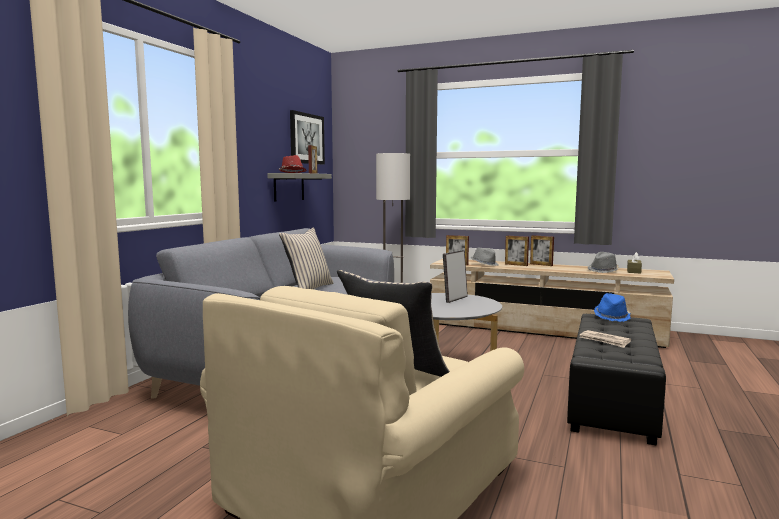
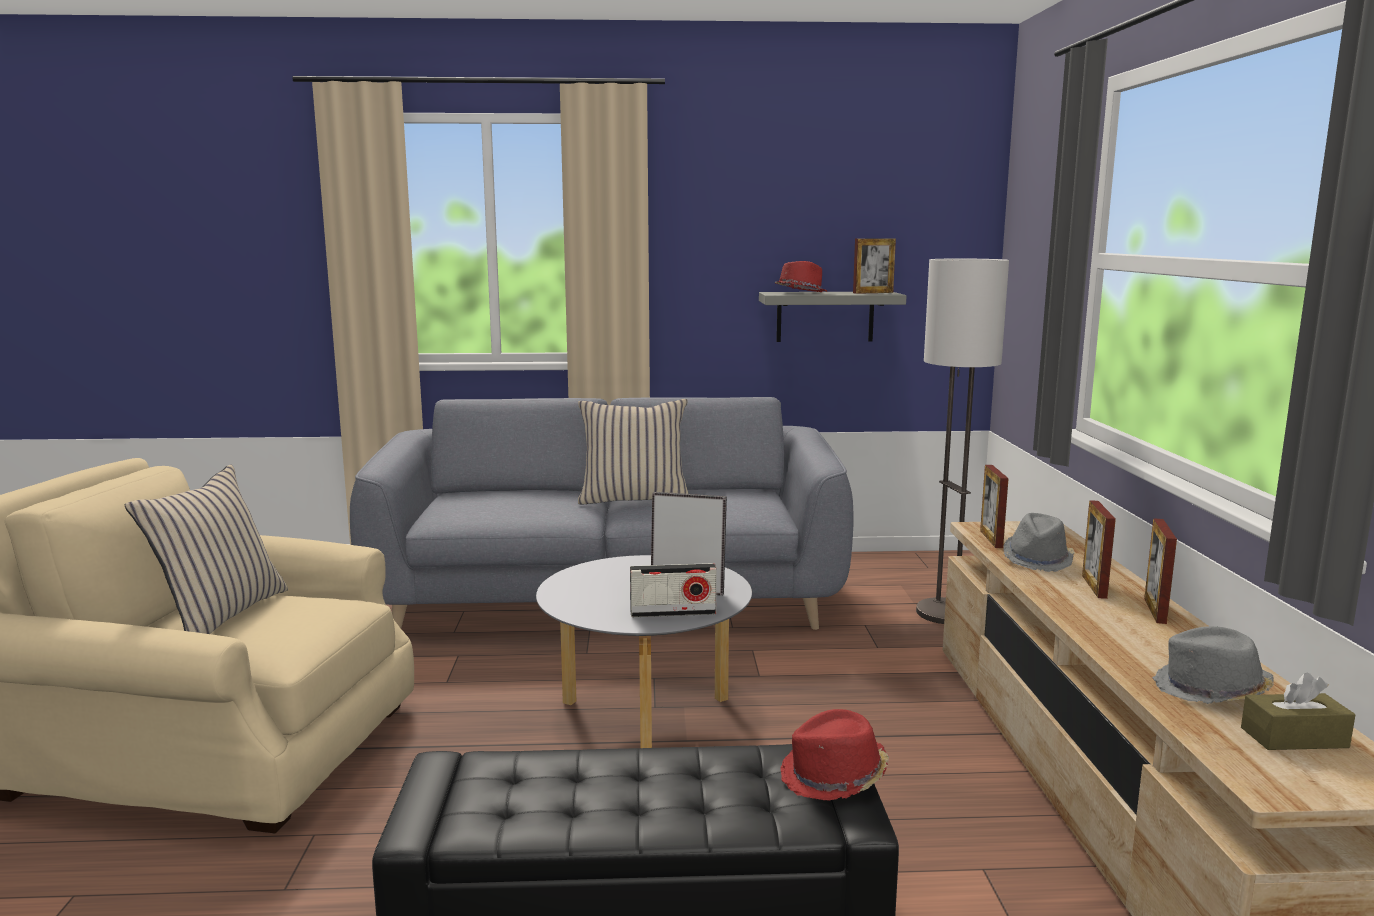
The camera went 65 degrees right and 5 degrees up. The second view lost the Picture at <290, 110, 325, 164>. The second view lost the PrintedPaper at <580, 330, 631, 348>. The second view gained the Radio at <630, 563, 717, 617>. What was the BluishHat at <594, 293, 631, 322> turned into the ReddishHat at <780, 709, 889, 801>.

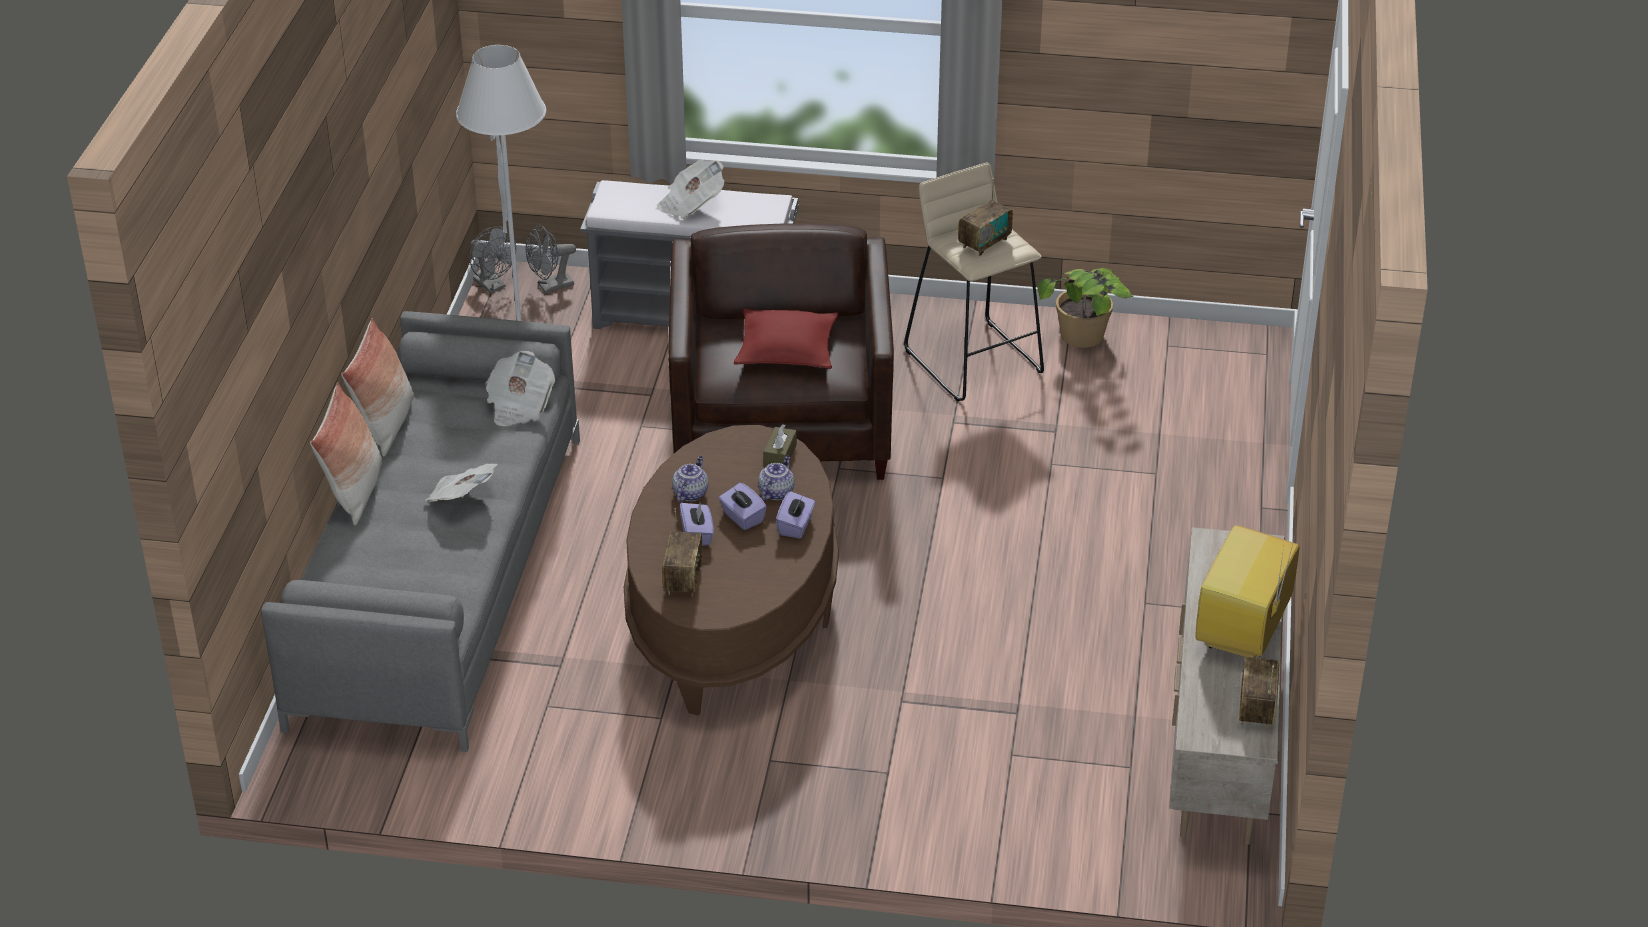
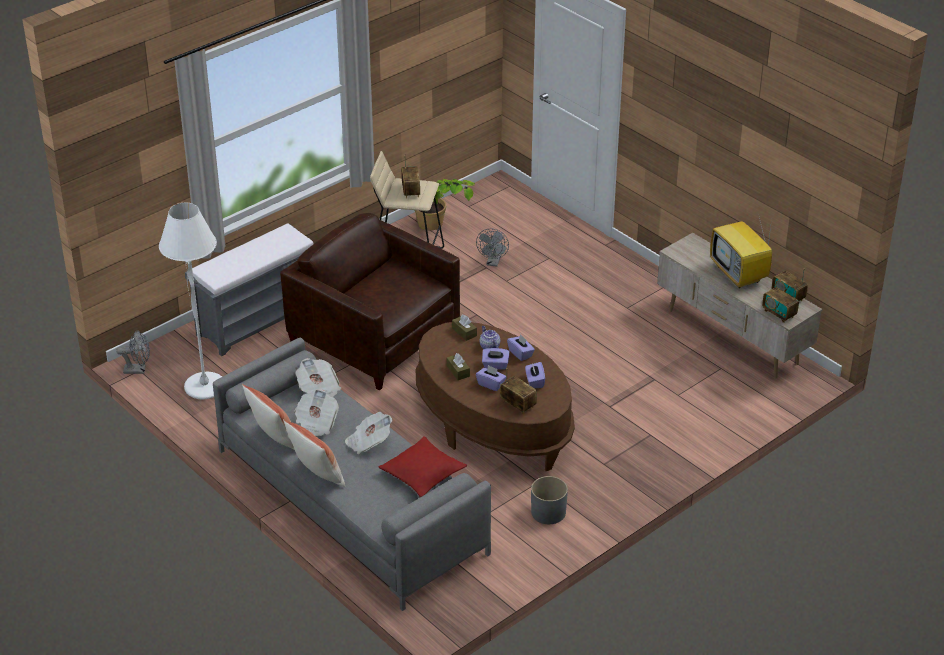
The camera went 50 degrees left and 0 degrees up. The second view gained the PurplishTissueBox at <525, 362, 545, 388>. The second view gained the GreyFlowerPot at <531, 476, 568, 524>. The second view gained the Radio at <762, 285, 799, 323>. The GreyCoolingFan ended up elsewhere, having gone from <526, 225, 576, 293> to <476, 229, 509, 267>. The PrintedPaper ended up elsewhere, having gone from <657, 159, 724, 219> to <295, 389, 339, 436>. The ReddishPillow ended up elsewhere, having gone from <734, 308, 838, 369> to <378, 436, 467, 497>. Where the TeaPot stood at <672, 456, 708, 502>, the BrownishTissueBox came to stand at <447, 353, 470, 380>.

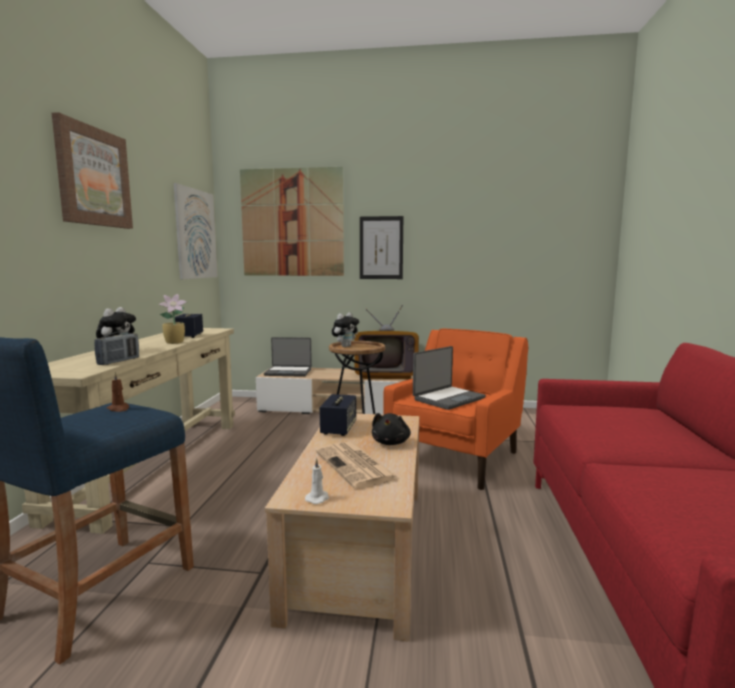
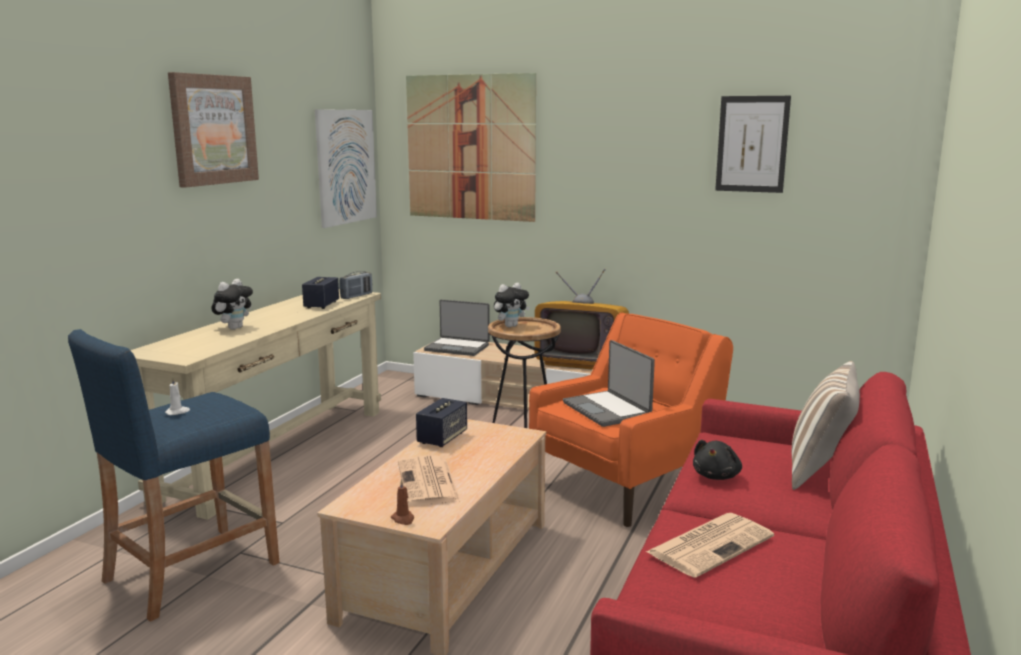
The camera went 15 degrees right and 5 degrees up. The second view lost the Houseplant at <159, 294, 187, 344>. The second view gained the PrintedPaper at <646, 513, 774, 578>. The second view gained the Pillow at <792, 361, 860, 490>. The Radio ended up elsewhere, having gone from <95, 332, 139, 365> to <339, 271, 372, 299>. The BrownishWaxCandle ended up elsewhere, having gone from <107, 372, 129, 412> to <391, 479, 414, 525>. The WhitishWaxCandle ended up elsewhere, having gone from <305, 458, 329, 504> to <165, 377, 190, 415>. The Picture ended up elsewhere, having gone from <360, 216, 403, 279> to <715, 96, 791, 193>. The BlackColouredPlushToy ended up elsewhere, having gone from <372, 413, 411, 445> to <693, 440, 742, 480>. The NotebookComputer at <413, 346, 486, 410> ended up facing another way, 90 degrees clockwise from before.

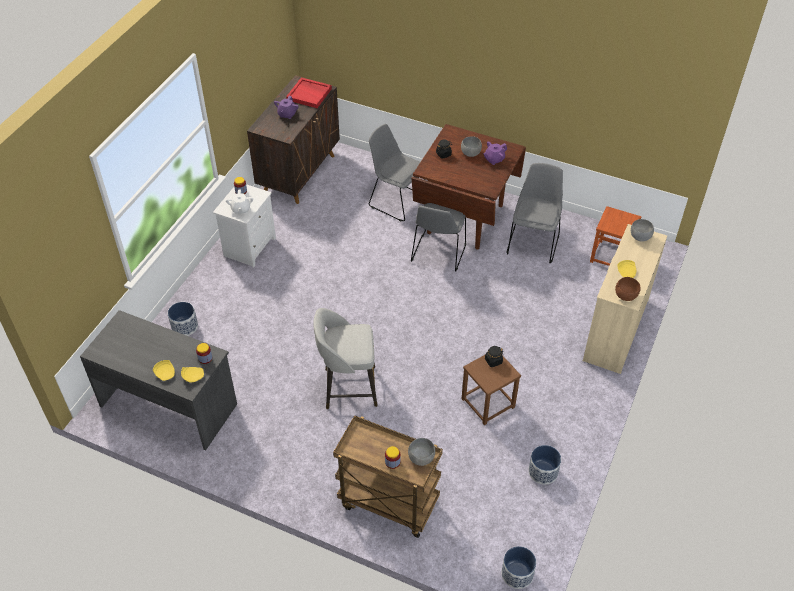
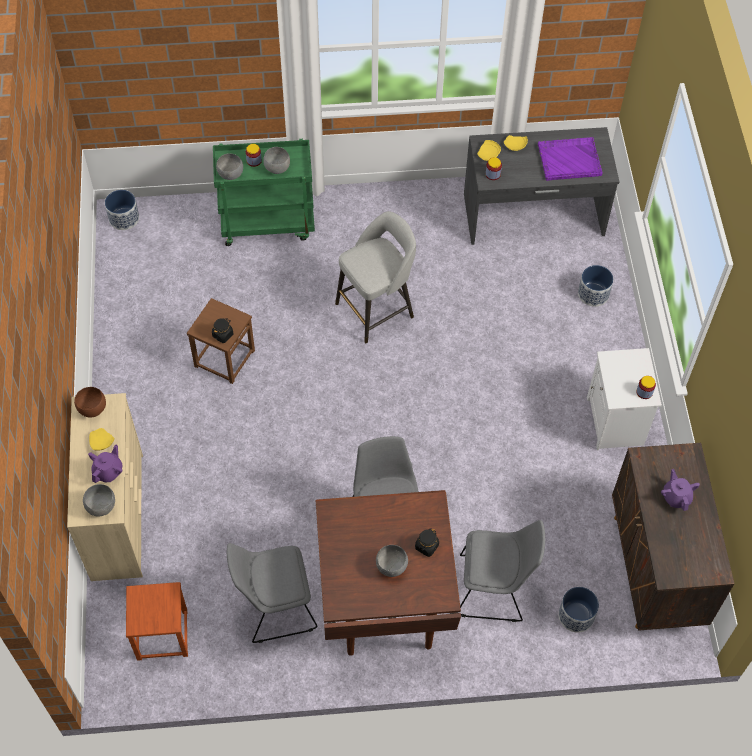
The camera went 150 degrees right and 10 degrees up. The second view lost the WhitishTeaPot at <226, 190, 253, 214>. The second view lost the ReddishTray at <286, 77, 332, 108>. The second view gained the GreyDeepDish at <263, 147, 290, 174>. The second view gained the PurplishTray at <538, 137, 603, 181>. The PurplishTeaPot ended up elsewhere, having gone from <483, 141, 507, 165> to <88, 444, 122, 483>. The FlowerPot ended up elsewhere, having gone from <528, 445, 561, 485> to <558, 587, 599, 633>. What was the BrownishWheeledCart at <333, 415, 443, 538> turned into the GreenWheeledCart at <213, 139, 315, 246>. The GreyUprightChair at <507, 163, 563, 263> ended up facing another way, 90 degrees clockwise from before.

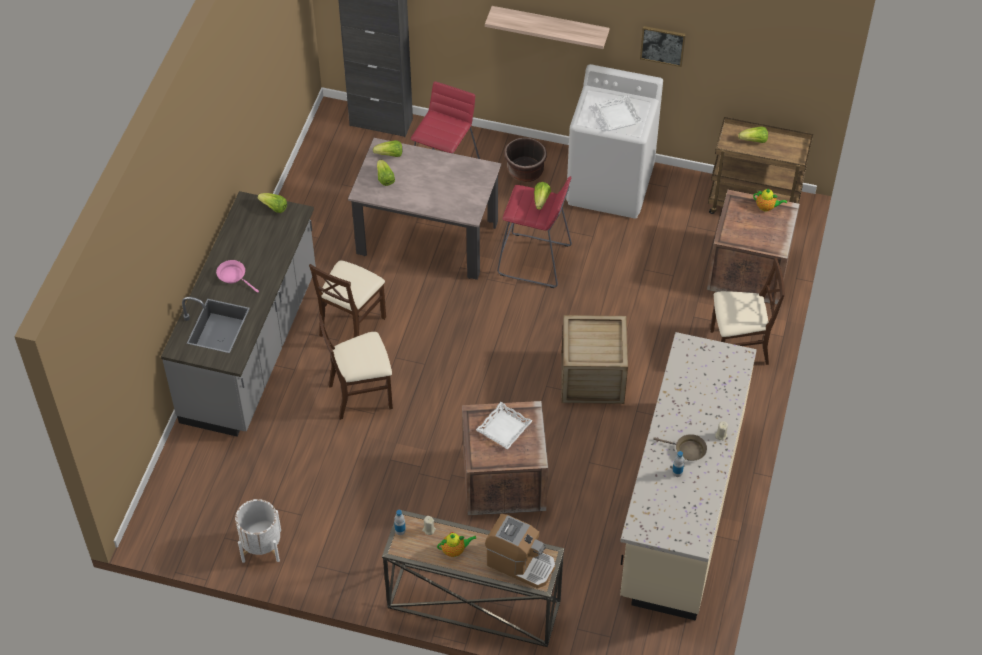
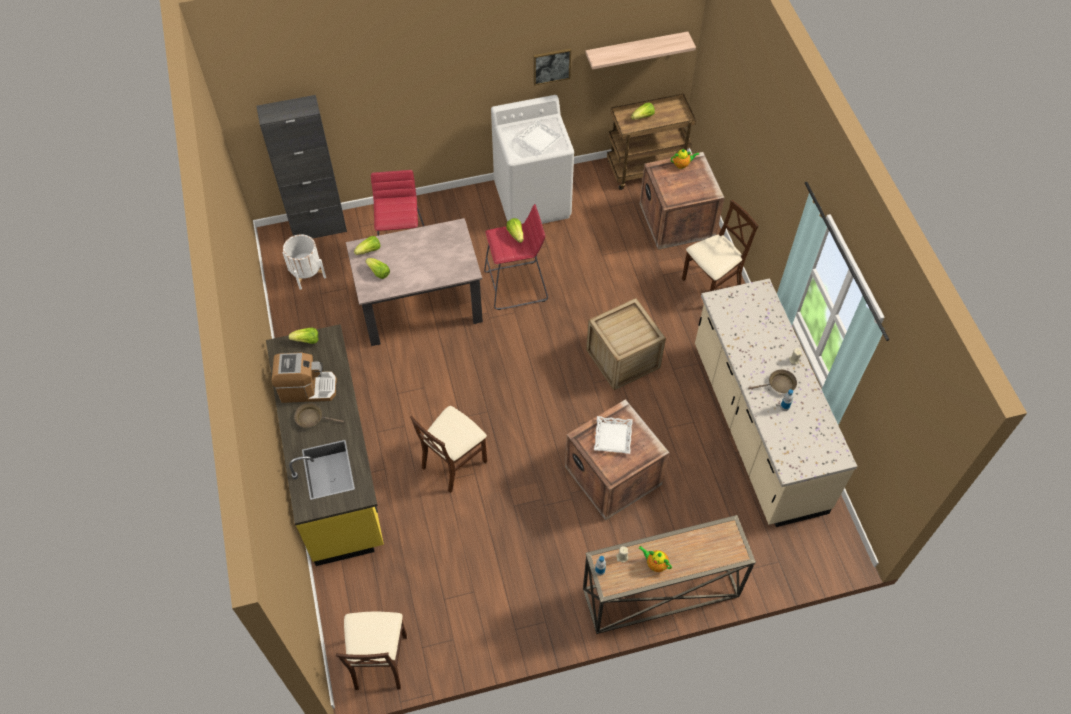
The camera went 30 degrees left and 5 degrees up. The second view lost the BrownishFlowerPot at <504, 137, 547, 182>. The WhitishFlowerPot ended up elsewhere, having gone from <235, 499, 281, 563> to <283, 234, 326, 290>. The BeigeColouredUprightChair ended up elsewhere, having gone from <309, 260, 386, 338> to <336, 612, 407, 690>. The Shelf ended up elsewhere, having gone from <485, 6, 609, 49> to <585, 31, 696, 70>. The CoffeeMachine ended up elsewhere, having gone from <485, 514, 555, 589> to <272, 353, 337, 403>. What was the GreyCounter at <161, 191, 316, 436> turned into the YellowishCounter at <266, 324, 384, 566>. What was the PinkFryingPan at <216, 260, 259, 293> turned into the BrownishFryingPan at <294, 403, 344, 428>. The TeaPot at <437, 532, 477, 557> ended up facing another way, 105 degrees counterclockwise from before.

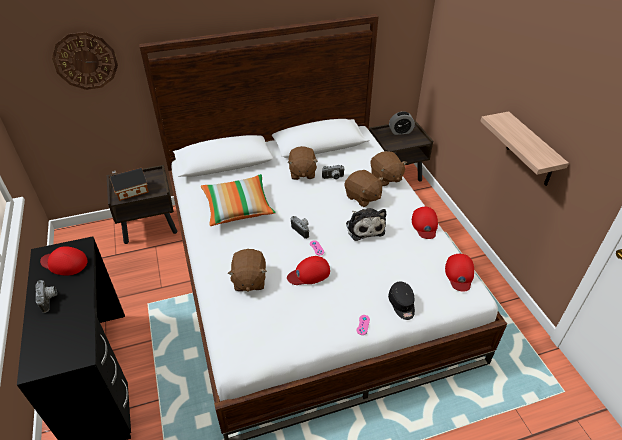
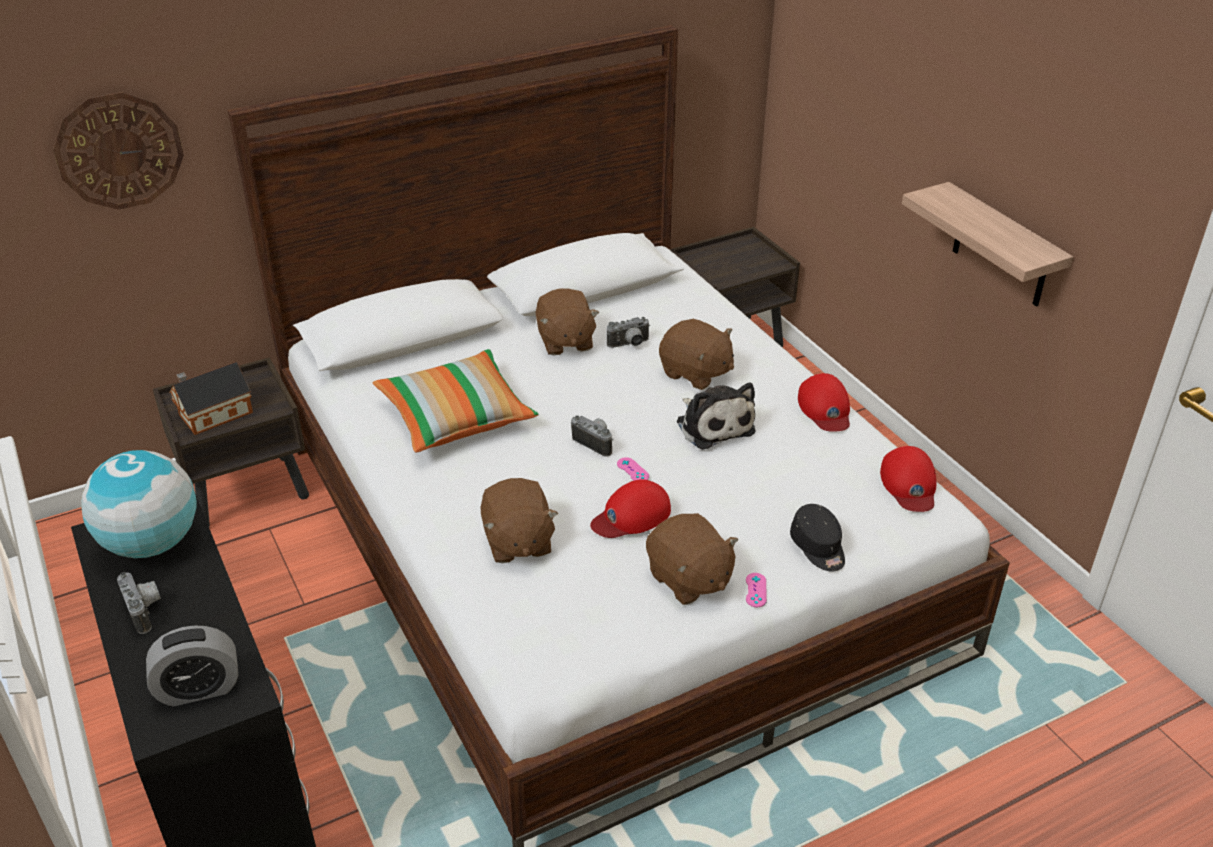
The camera went 10 degrees left and 5 degrees down. The BrownishPlushToy ended up elsewhere, having gone from <371, 151, 407, 186> to <646, 513, 738, 605>. The BedsideClock ended up elsewhere, having gone from <389, 111, 415, 135> to <146, 625, 238, 707>. Where the ReddishBaseballCap stood at <40, 246, 88, 276>, the WorldGlobe came to stand at <81, 450, 197, 558>.

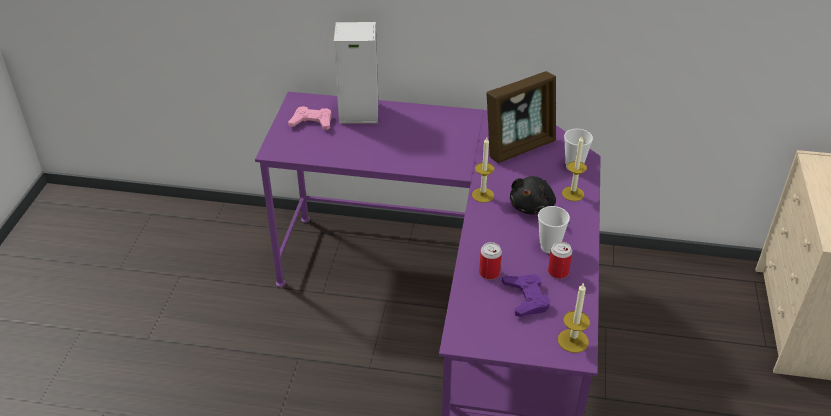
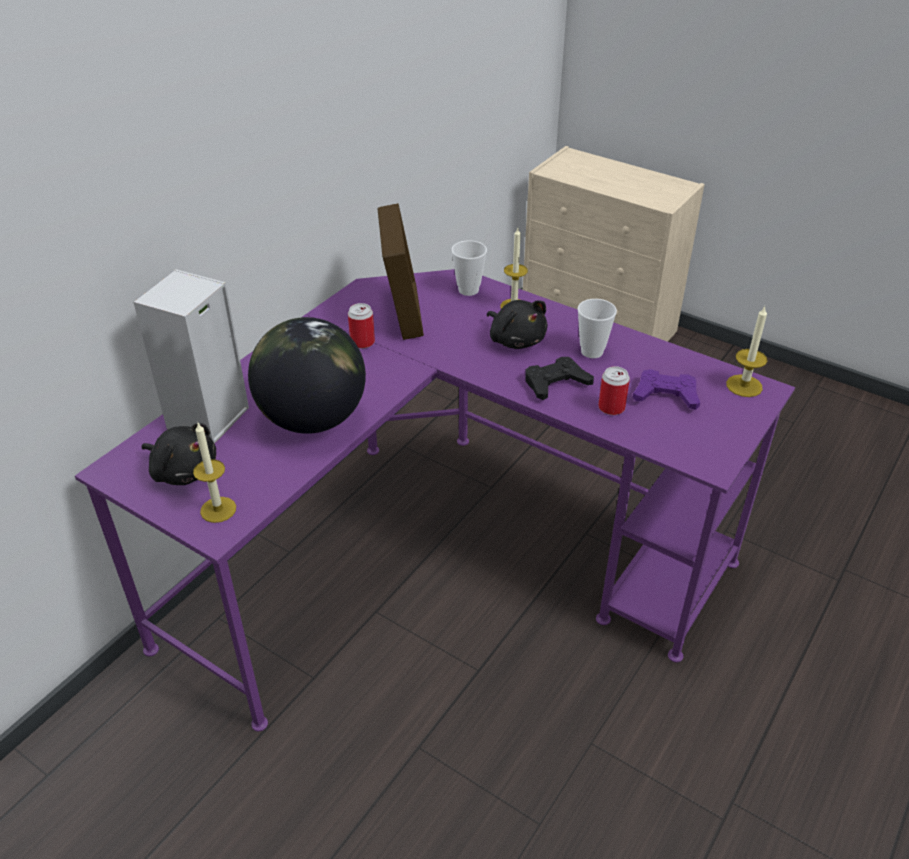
The camera went 65 degrees left and 0 degrees up. The second view gained the WorldGlobe at <248, 317, 366, 434>. The second view gained the BlackColouredGameController at <525, 357, 594, 400>. The WaxCandle ended up elsewhere, having gone from <472, 137, 495, 203> to <193, 423, 236, 523>. The MetalCan ended up elsewhere, having gone from <548, 241, 572, 279> to <348, 303, 375, 349>. Where the PinkGameController stood at <288, 106, 332, 130>, the BlackColouredPlushToy came to stand at <142, 423, 216, 485>.

